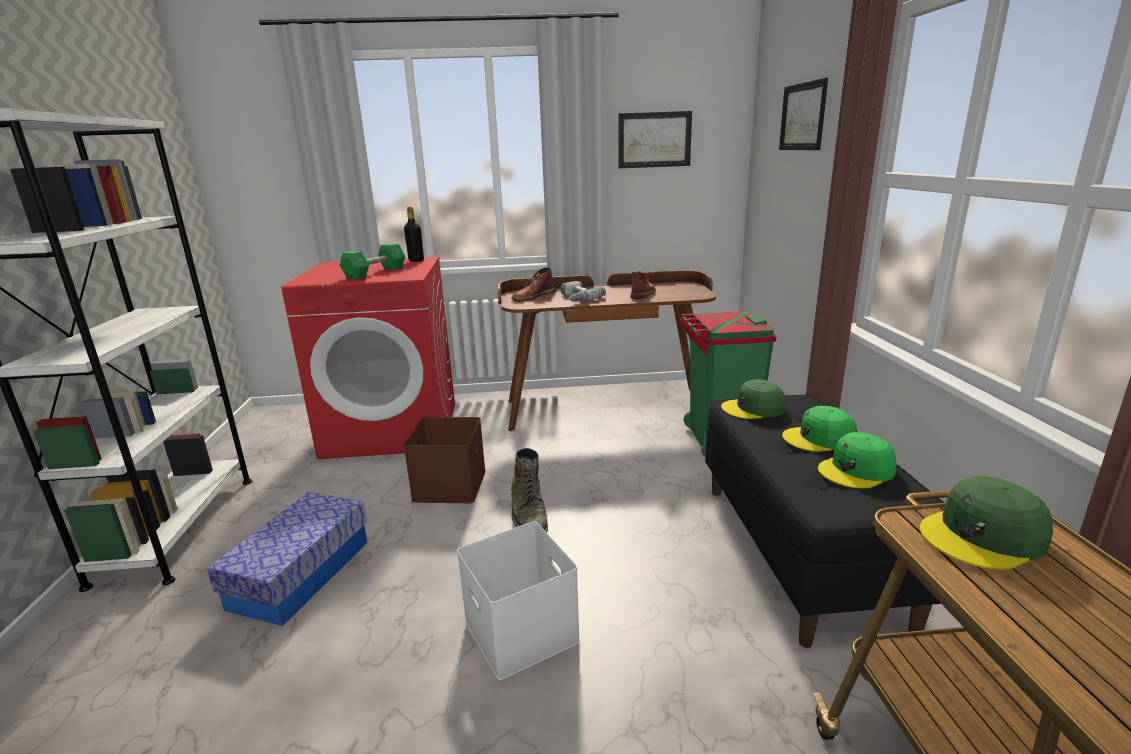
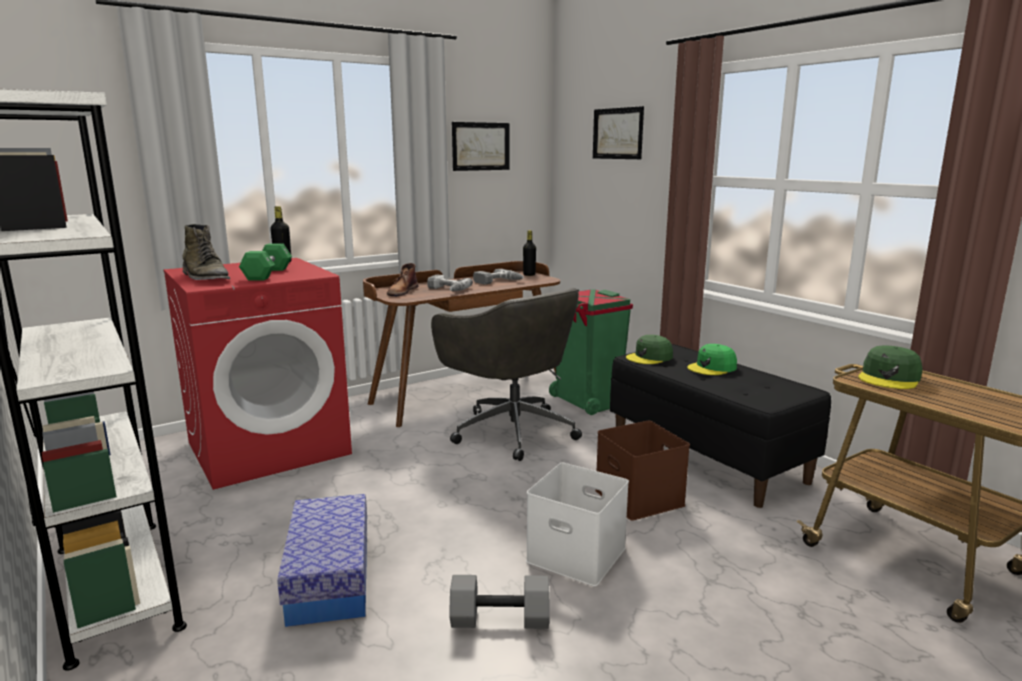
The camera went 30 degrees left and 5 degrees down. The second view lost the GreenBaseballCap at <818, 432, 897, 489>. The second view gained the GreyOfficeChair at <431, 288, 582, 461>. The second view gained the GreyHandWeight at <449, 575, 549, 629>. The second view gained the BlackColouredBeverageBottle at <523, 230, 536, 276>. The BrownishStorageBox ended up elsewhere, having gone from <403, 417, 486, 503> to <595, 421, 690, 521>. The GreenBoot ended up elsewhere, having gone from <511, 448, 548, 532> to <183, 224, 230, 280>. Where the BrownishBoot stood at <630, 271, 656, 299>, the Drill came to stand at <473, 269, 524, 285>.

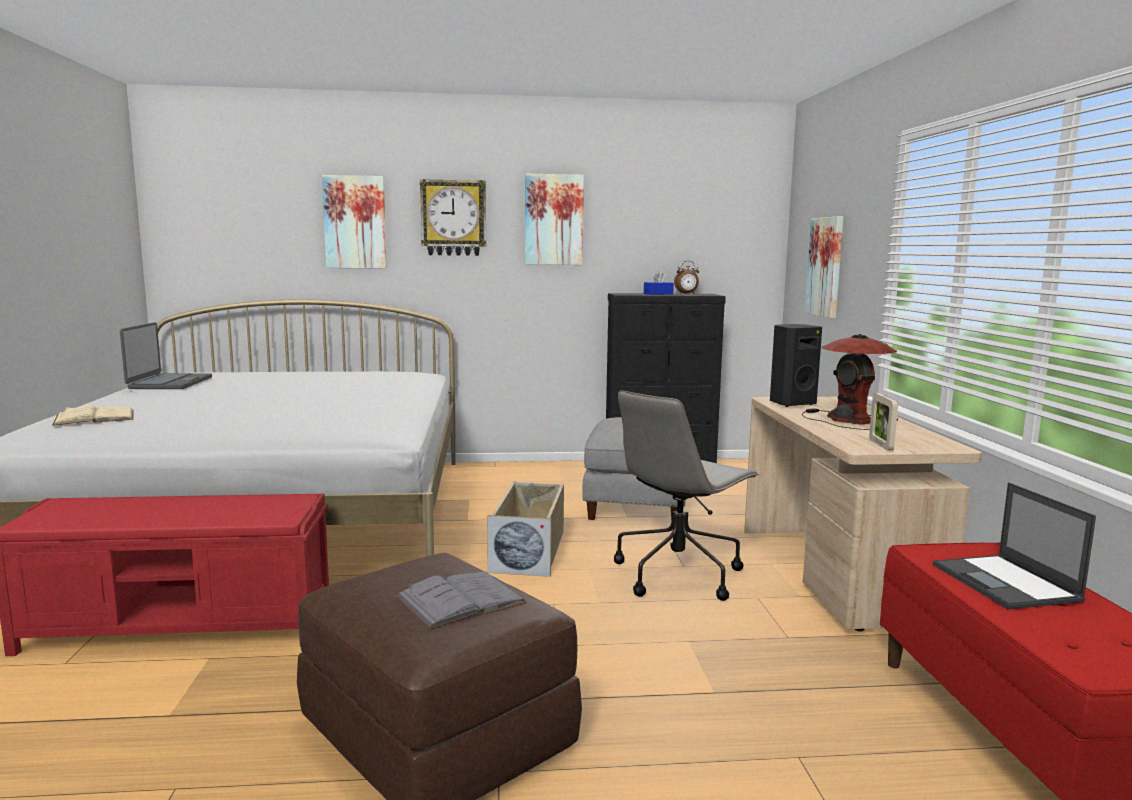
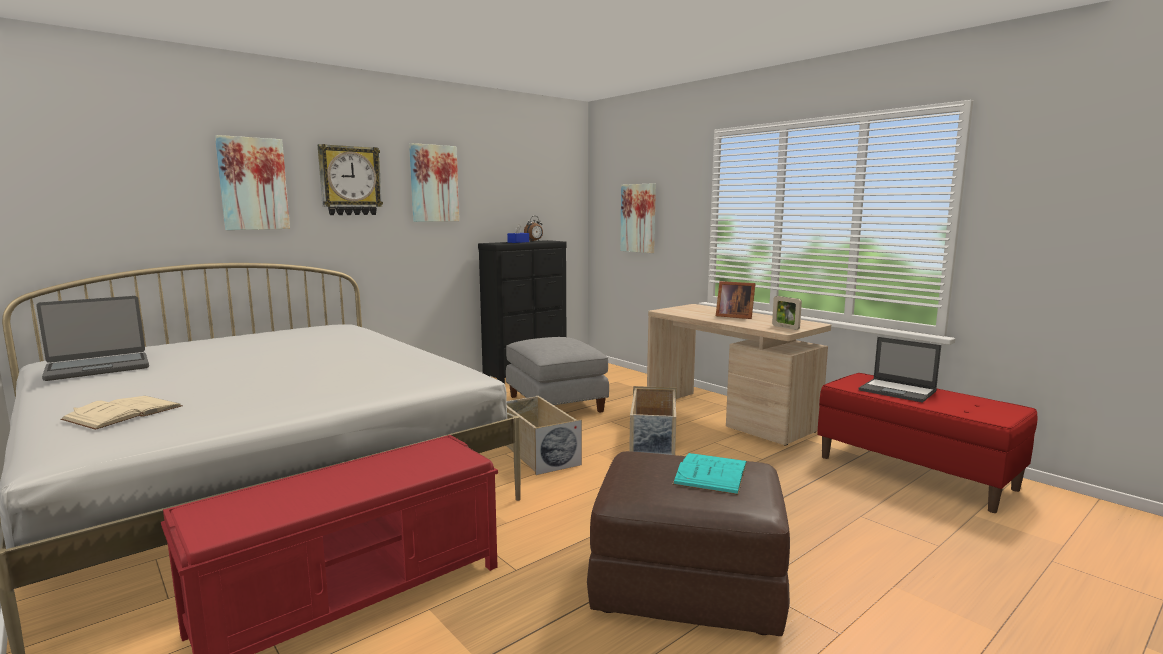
The camera went 35 degrees left and 0 degrees up. The second view lost the BlackColouredAudioSpeaker at <770, 324, 822, 407>. Where the GreyOfficeChair stood at <614, 390, 759, 601>, the BeigeColouredStorageBox came to stand at <629, 386, 677, 455>. Where the TabletopLamp stood at <802, 334, 898, 430>, the StandingFrame came to stand at <716, 281, 755, 319>. What was the GreyBook at <395, 572, 527, 630> turned into the TurquoiseColouredBook at <672, 453, 747, 495>. The NotebookComputer at <120, 322, 212, 389> ended up facing another way, 90 degrees clockwise from before.

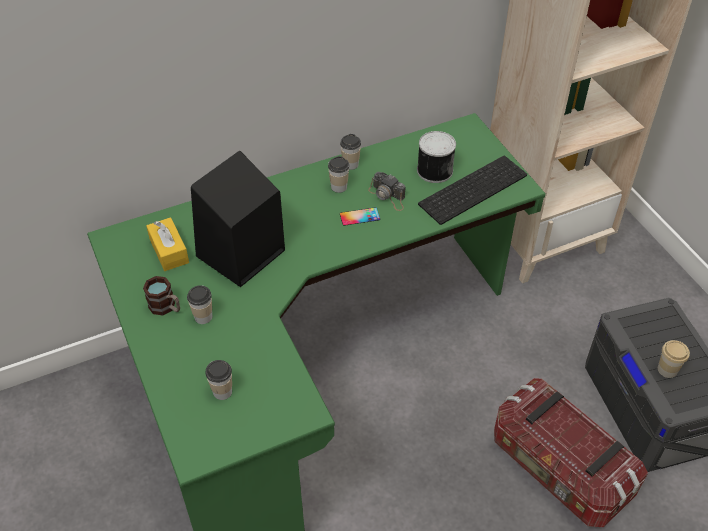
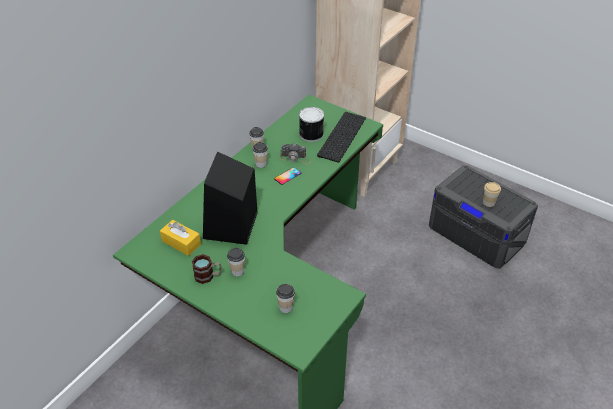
The camera went 30 degrees left and 5 degrees down. The second view lost the StorageBox at <494, 378, 648, 527>.

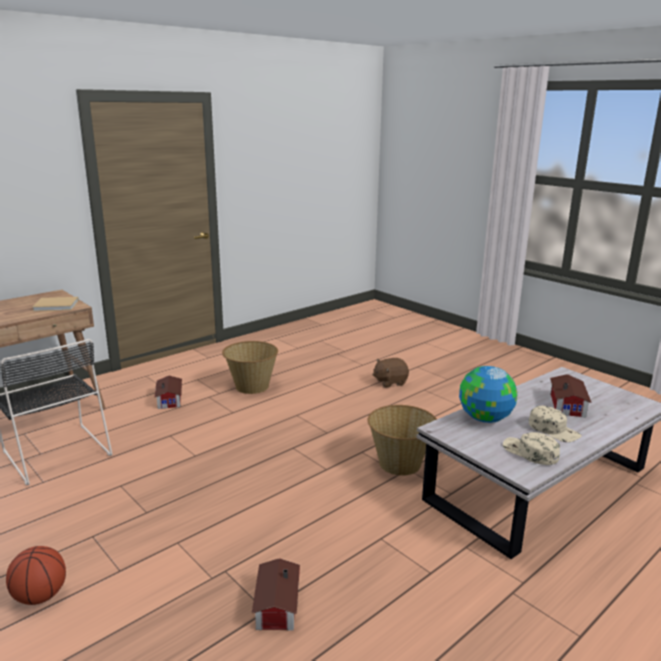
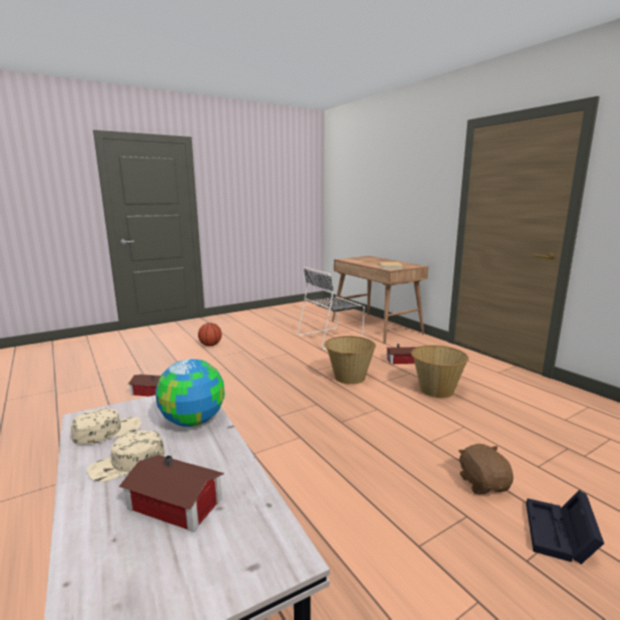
The camera went 100 degrees right and 5 degrees down. The second view gained the BlackColouredStorageBox at <526, 490, 604, 564>. The HouseholdBasket ended up elsewhere, having gone from <367, 405, 437, 476> to <324, 336, 376, 384>.

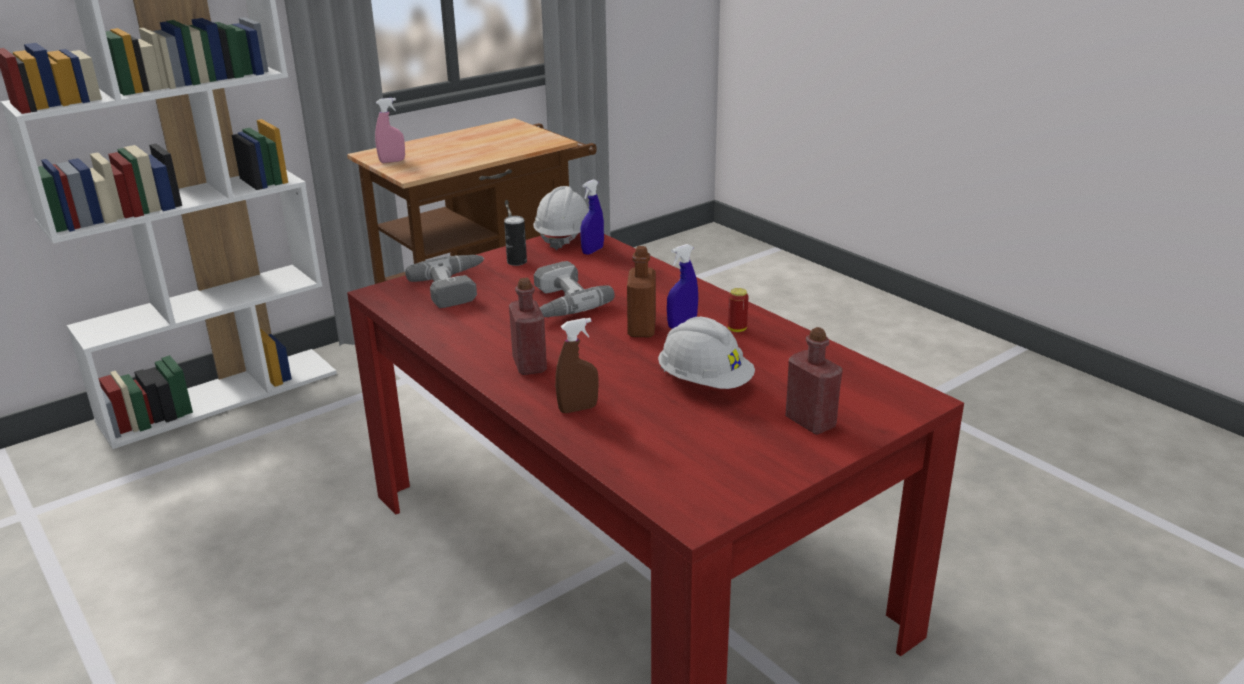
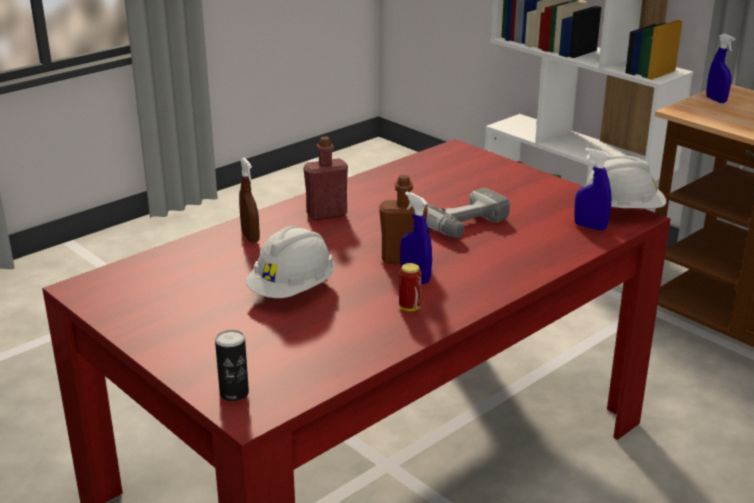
The camera went 85 degrees right and 0 degrees up. The second view lost the Drill at <405, 255, 485, 308>. The second view lost the ReddishBeverageBottle at <785, 327, 843, 435>. The MetalCan ended up elsewhere, having gone from <504, 216, 527, 266> to <215, 330, 249, 401>. What was the PinkSprayBottle at <375, 98, 405, 163> turned into the BluishSprayBottle at <706, 34, 735, 103>.

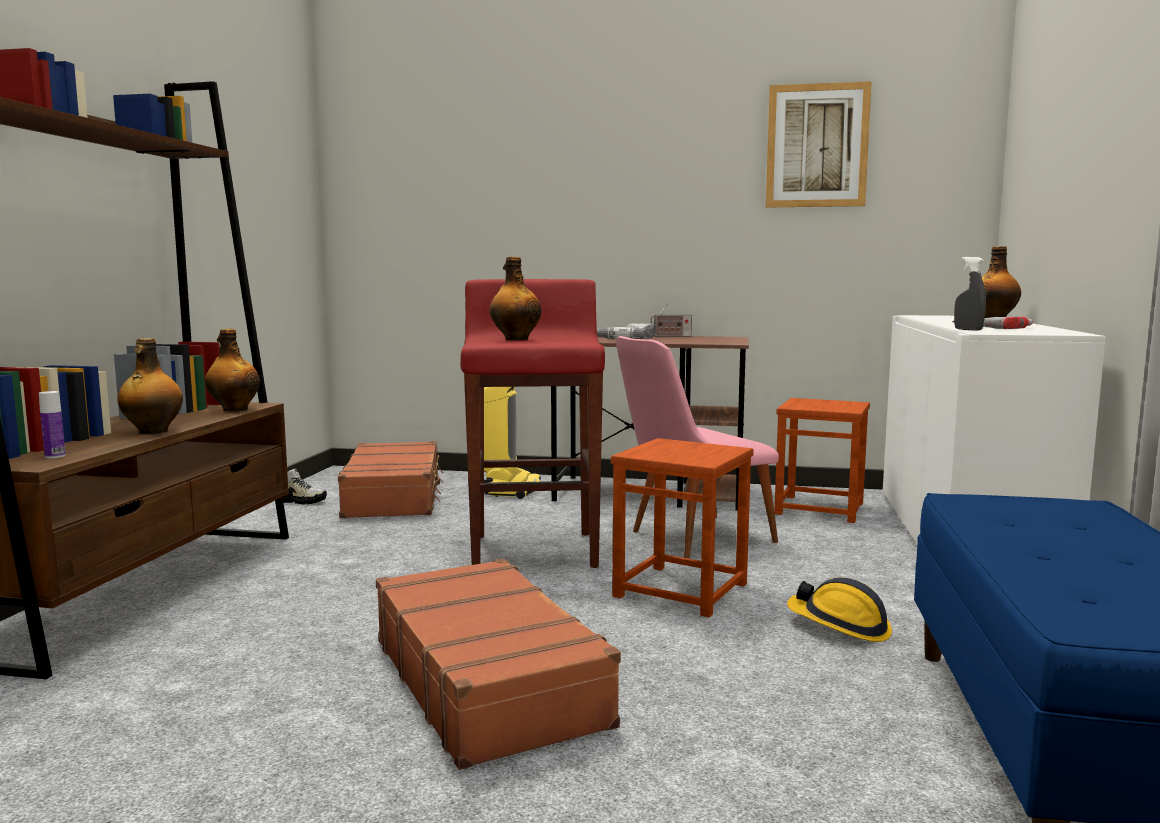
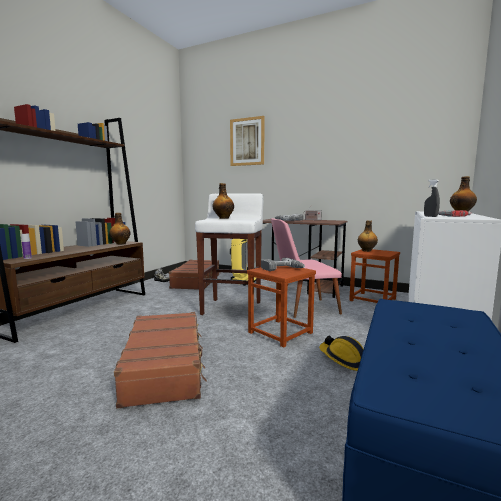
The camera went 15 degrees right and 0 degrees up. The second view gained the Drill at <261, 258, 305, 271>. The BeverageBottle ended up elsewhere, having gone from <117, 338, 183, 434> to <358, 221, 378, 252>. The Picture ended up elsewhere, having gone from <766, 81, 872, 208> to <230, 116, 265, 166>. What was the ReddishSittingStool at <460, 279, 605, 568> turned into the WhitishSittingStool at <195, 193, 264, 315>.

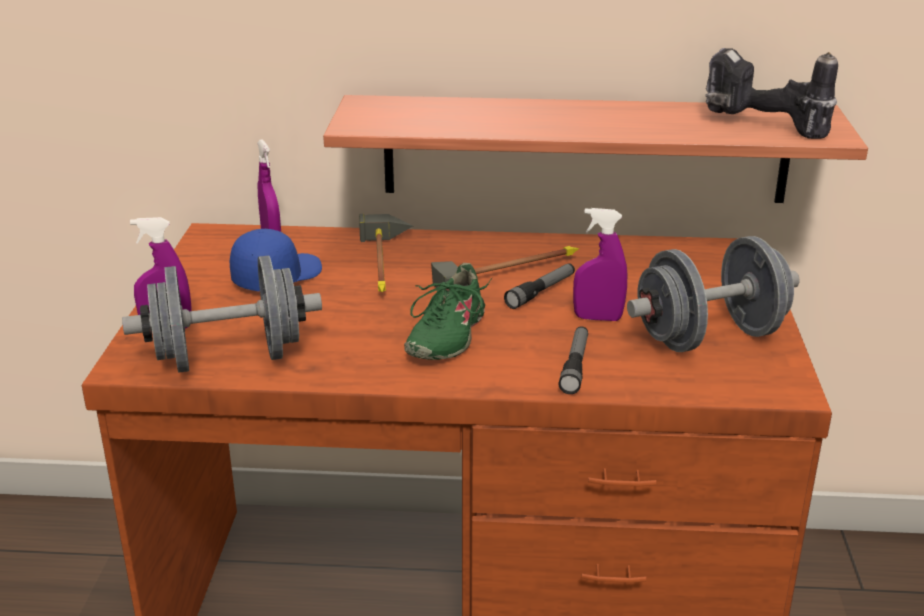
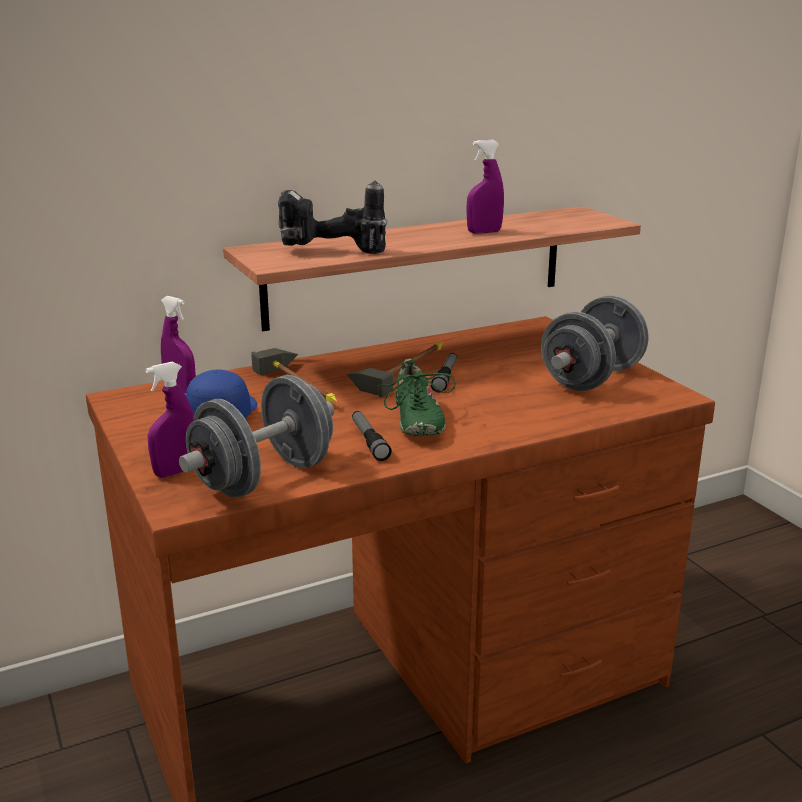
The camera went 30 degrees left and 5 degrees down. The Torch ended up elsewhere, having gone from <558, 326, 588, 394> to <352, 411, 392, 461>. The PurplishSprayBottle ended up elsewhere, having gone from <573, 208, 627, 321> to <466, 140, 504, 233>. The Drill ended up elsewhere, having gone from <705, 48, 838, 139> to <278, 180, 387, 254>.

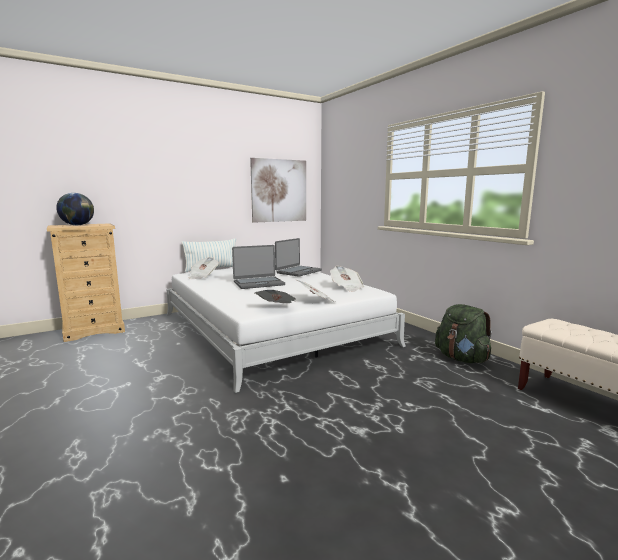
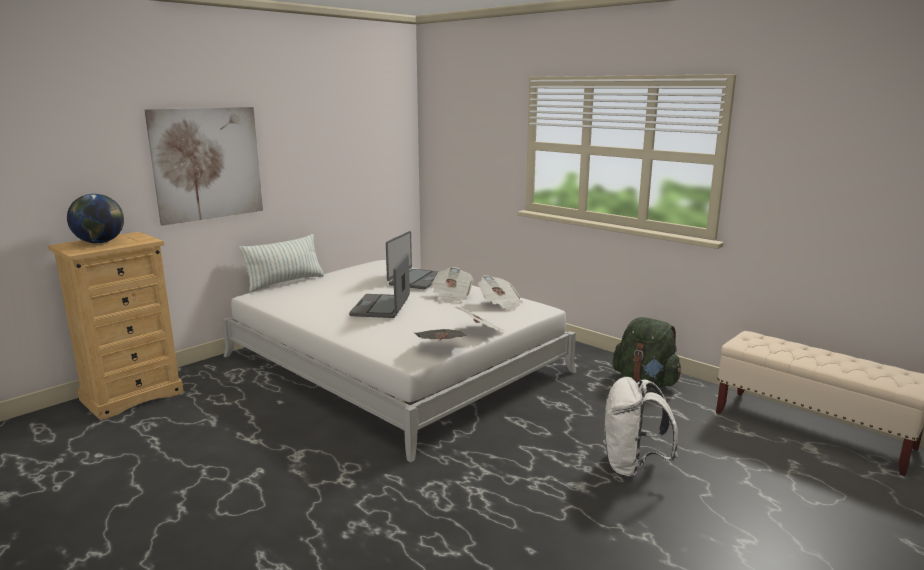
The camera went 15 degrees left and 5 degrees up. The second view gained the WhitishKnapsack at <603, 377, 678, 479>. The PrintedPaper ended up elsewhere, having gone from <189, 257, 219, 279> to <431, 267, 474, 303>. The Picture ended up elsewhere, having gone from <250, 158, 306, 223> to <145, 107, 263, 226>. The NotebookComputer at <232, 245, 285, 289> ended up facing another way, 135 degrees clockwise from before.

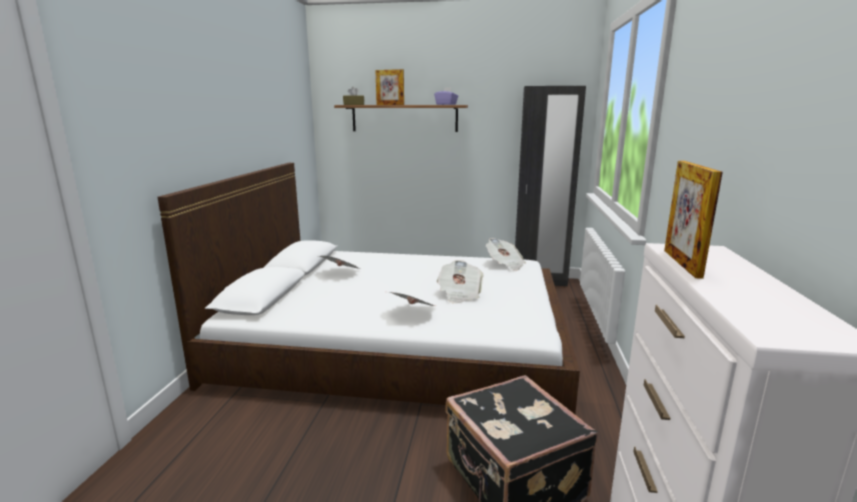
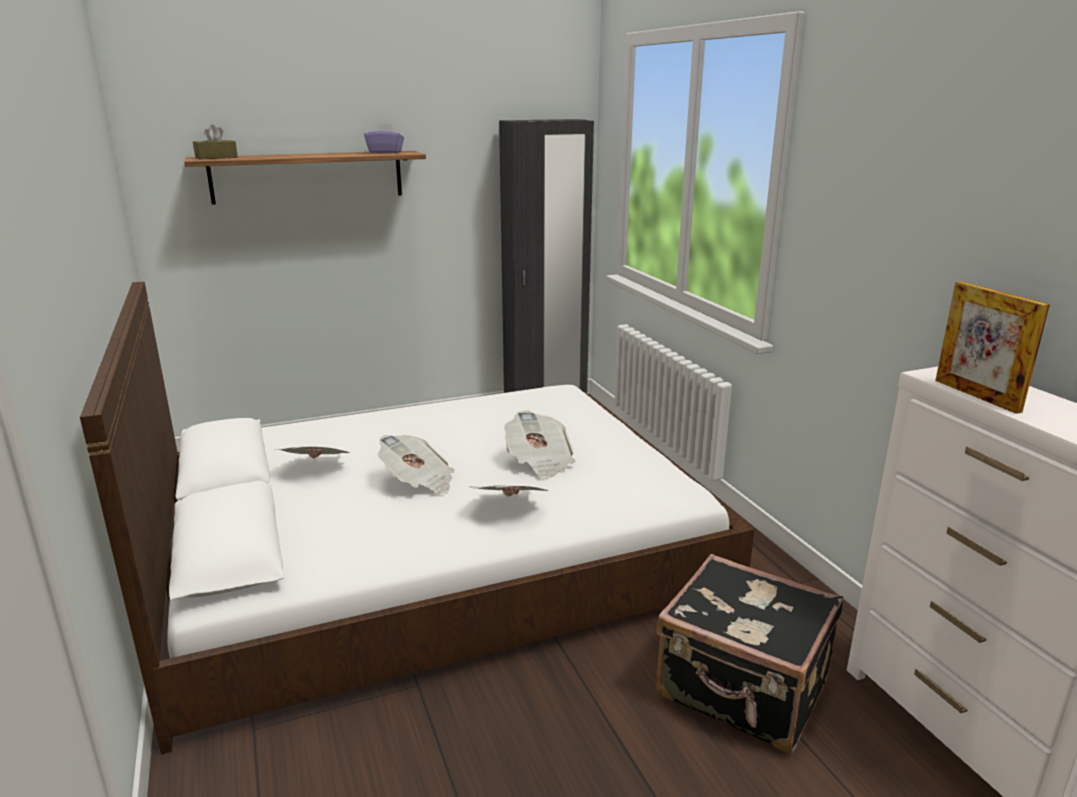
The camera went 30 degrees left and 5 degrees up. The second view lost the StandingFrame at <375, 69, 404, 105>. The PrintedPaper ended up elsewhere, having gone from <486, 238, 526, 271> to <378, 435, 454, 494>.

